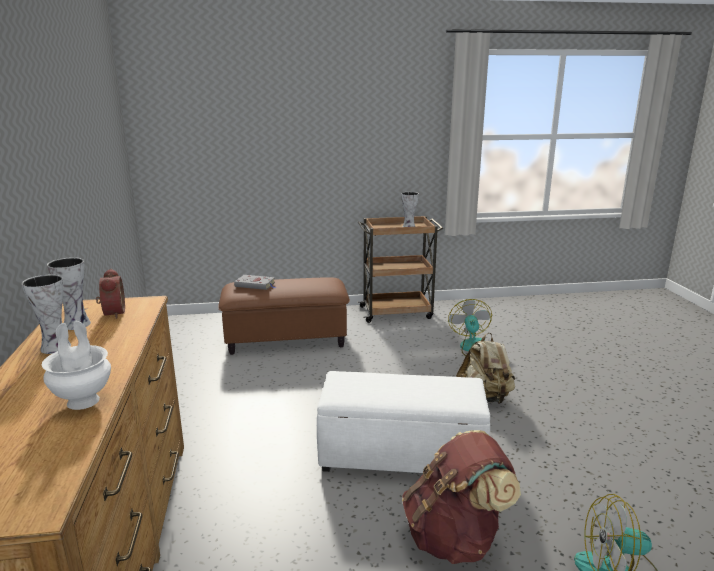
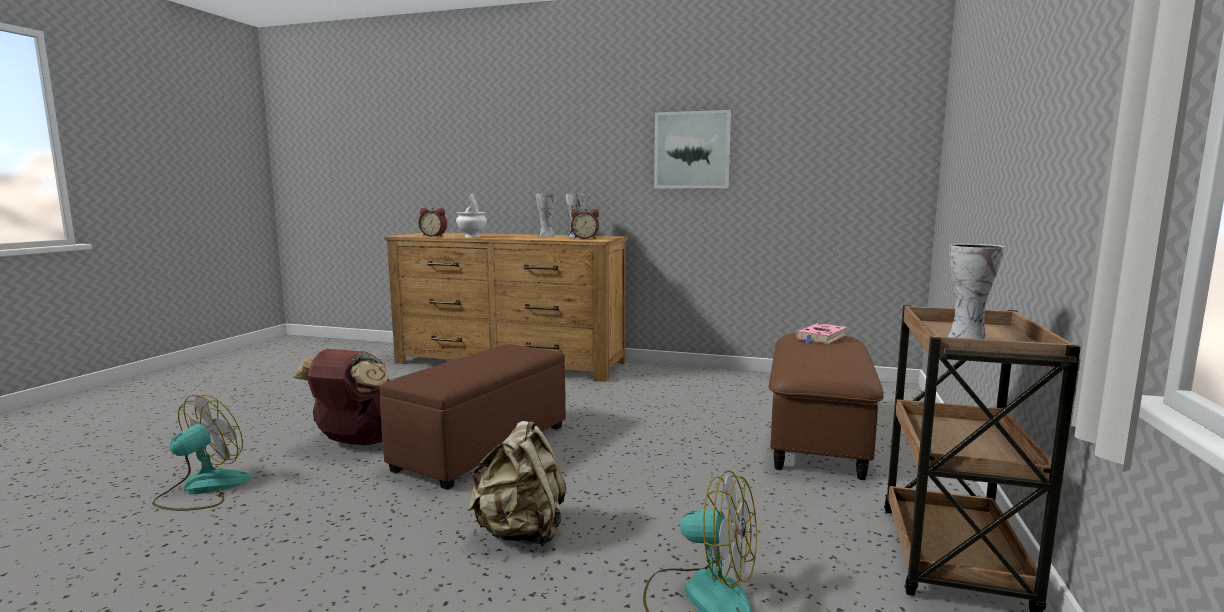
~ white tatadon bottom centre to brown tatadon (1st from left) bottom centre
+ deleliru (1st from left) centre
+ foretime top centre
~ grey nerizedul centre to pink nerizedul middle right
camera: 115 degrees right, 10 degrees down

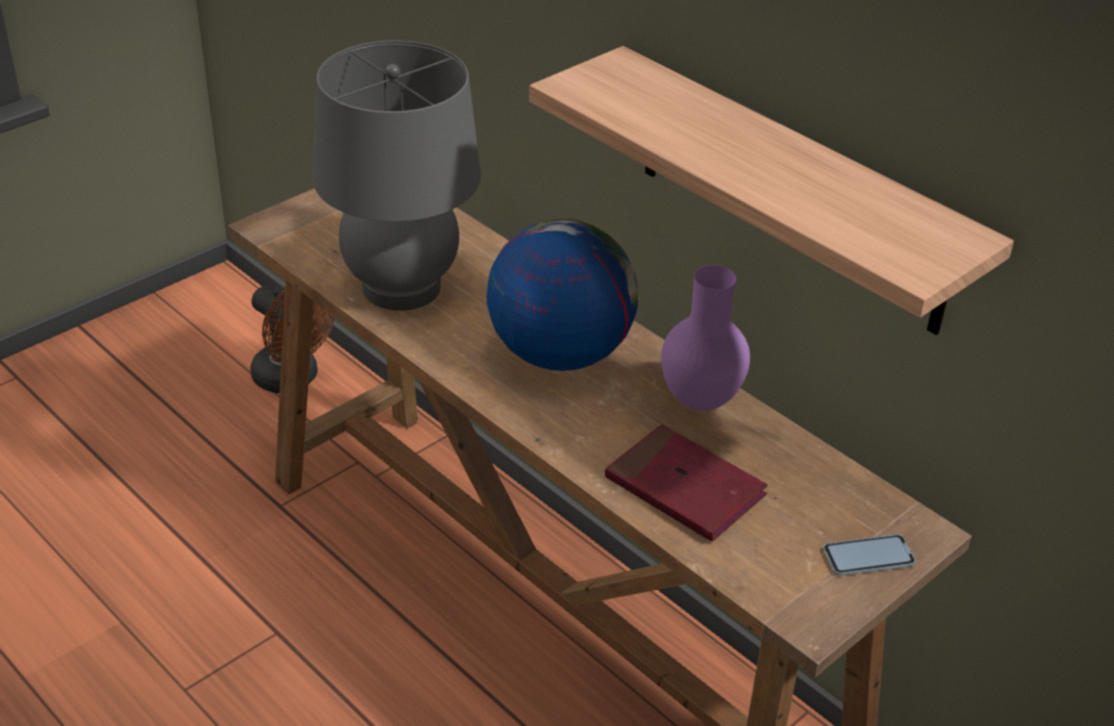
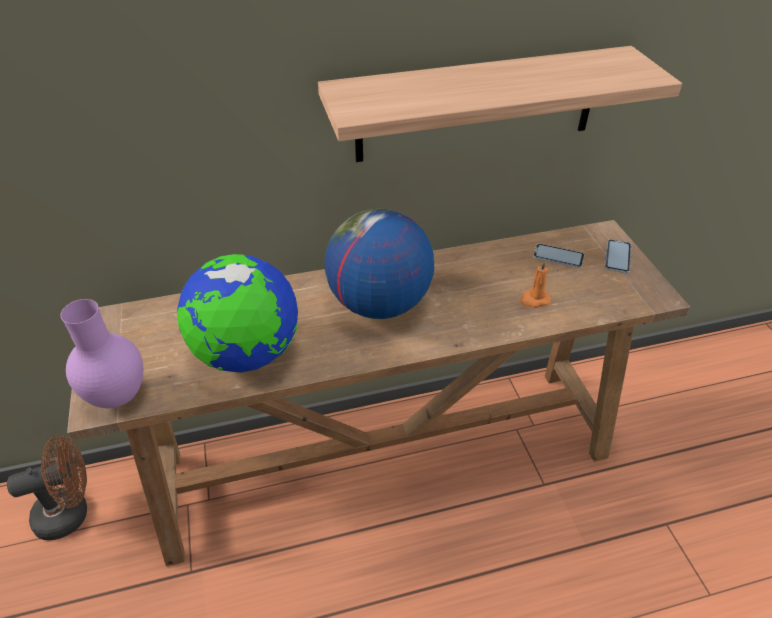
~ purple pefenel centre to middle left
~ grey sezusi top centre to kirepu (1st from left) middle left
~ red nerizedul centre to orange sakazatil middle right
+ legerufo (1st from left) middle right
camera: 60 degrees left, 5 degrees up

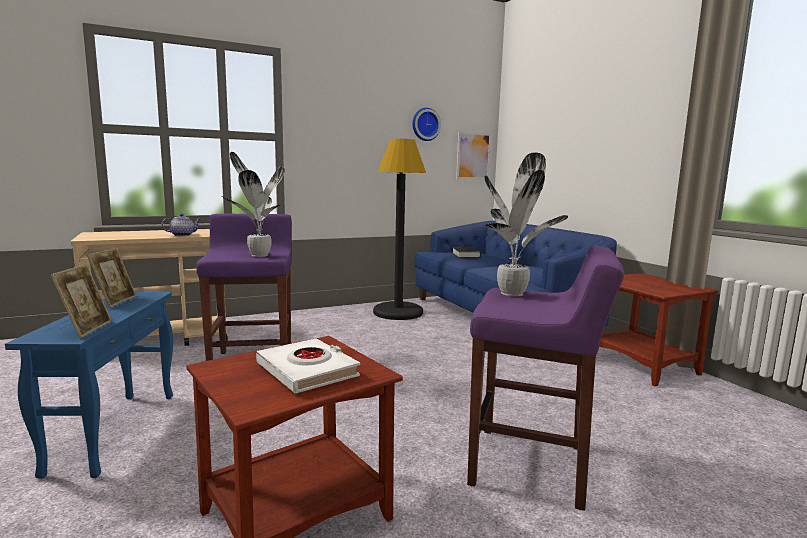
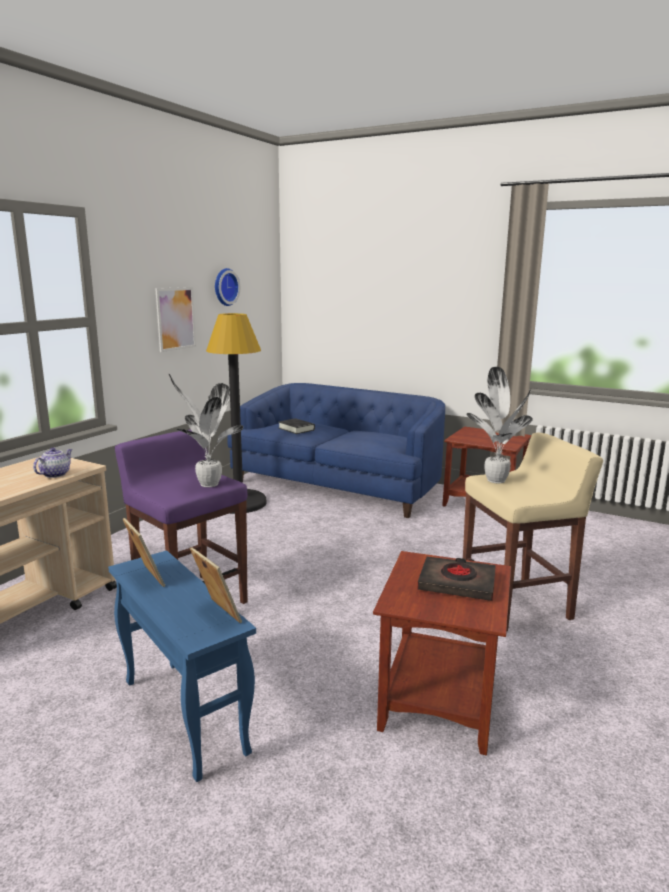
~ foretime top centre to middle left
~ white nerizedul bottom centre to black nerizedul (2nd from left) middle right
~ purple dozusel (2nd from left) bottom right to beige dozusel middle right
camera: 35 degrees left, 5 degrees up

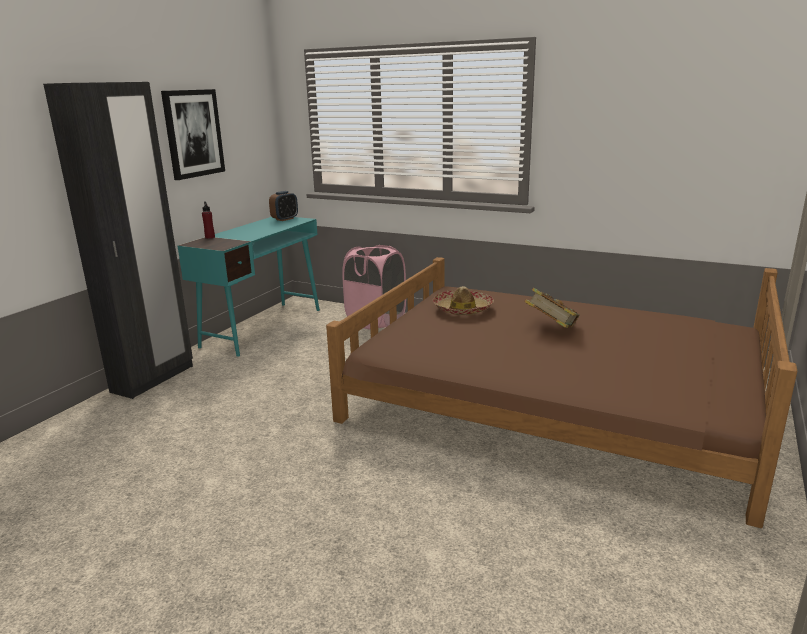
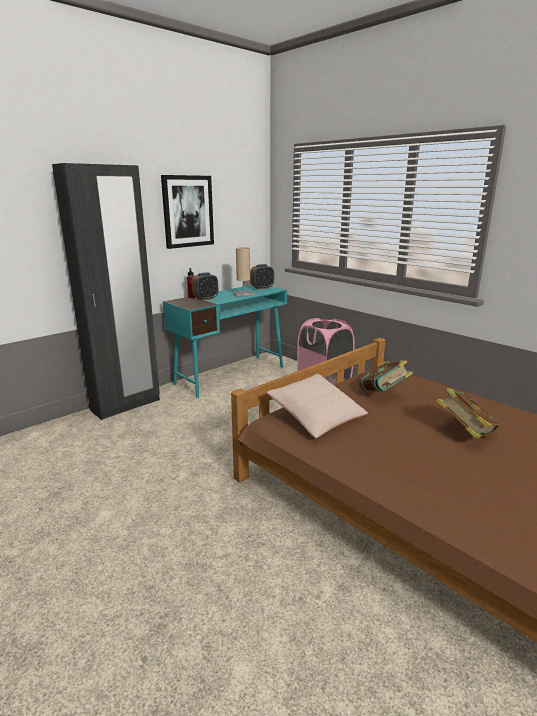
+ deleliru (1st from left) centre
+ beige sezusi centre
+ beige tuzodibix centre
~ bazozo centre to nerizedul (1st from left) middle right
camera: 20 degrees right, 0 degrees up

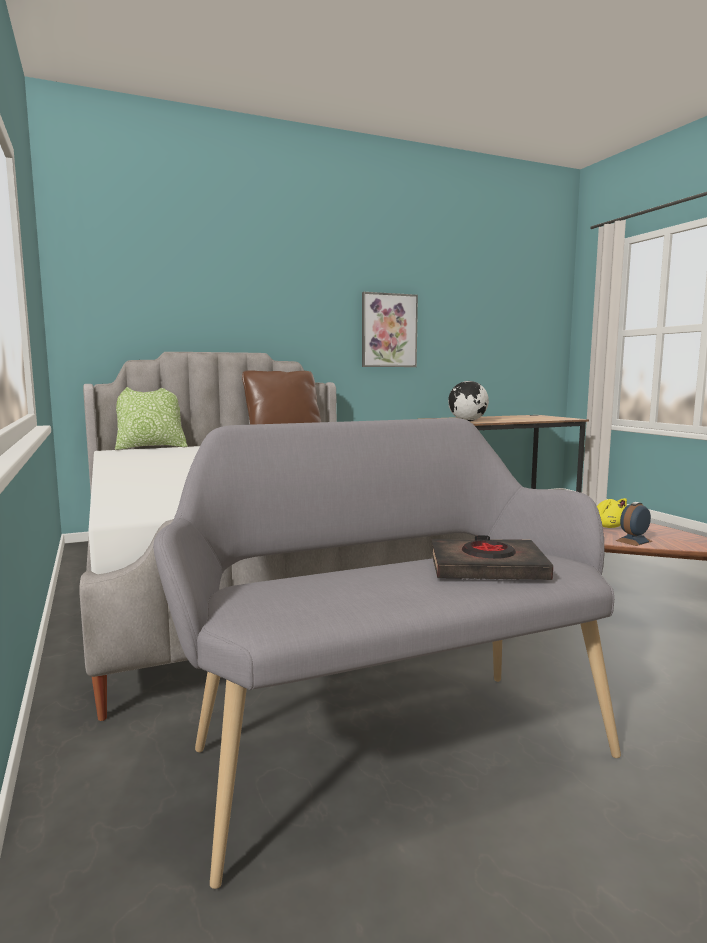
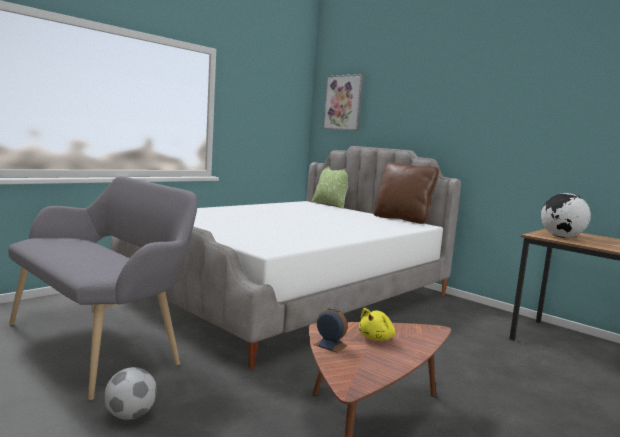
+ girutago bottom left
~ foretime centre to top centre
- black nerizedul middle right
camera: 65 degrees right, 0 degrees up

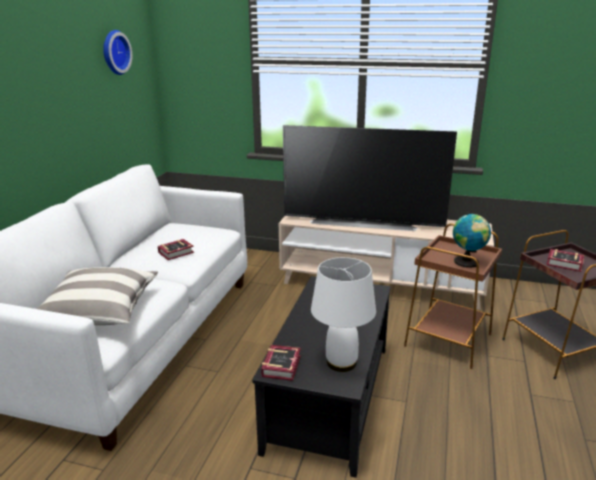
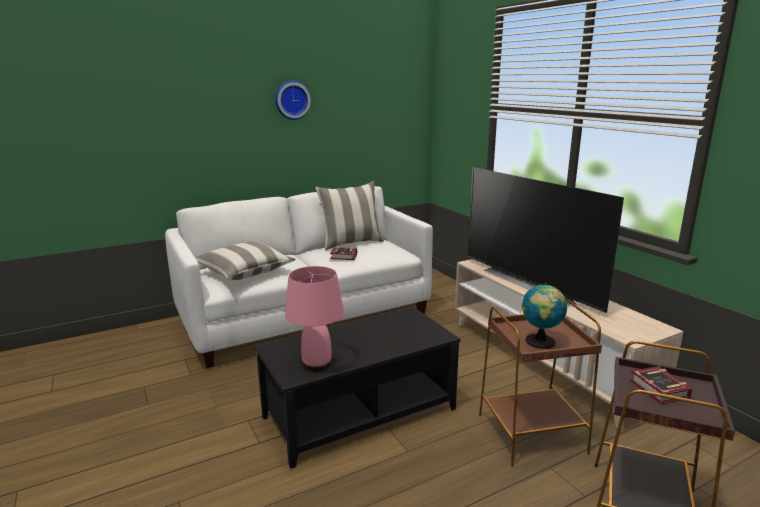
~ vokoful top left to top centre
~ white sezusi centre to pink sezusi centre
+ tuzodibix (2nd from left) centre
- nerizedul (2nd from left) bottom centre
camera: 45 degrees right, 5 degrees down

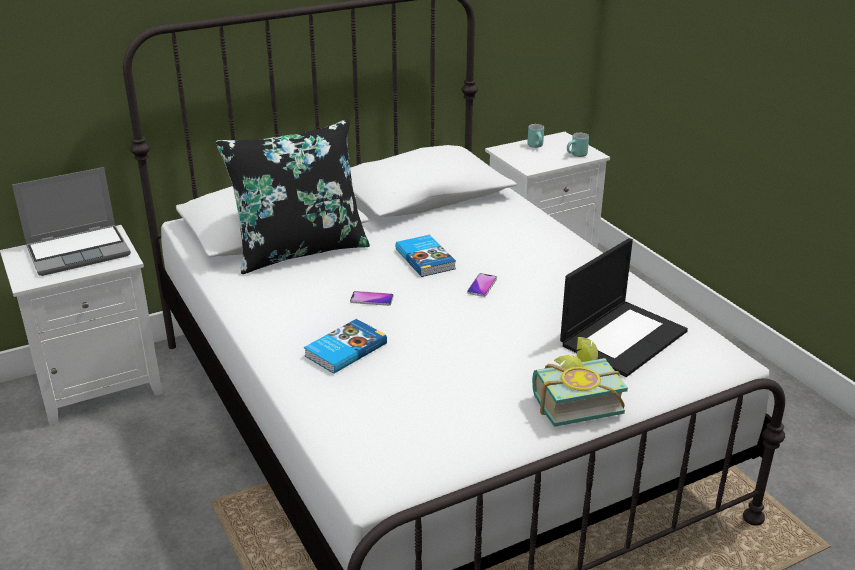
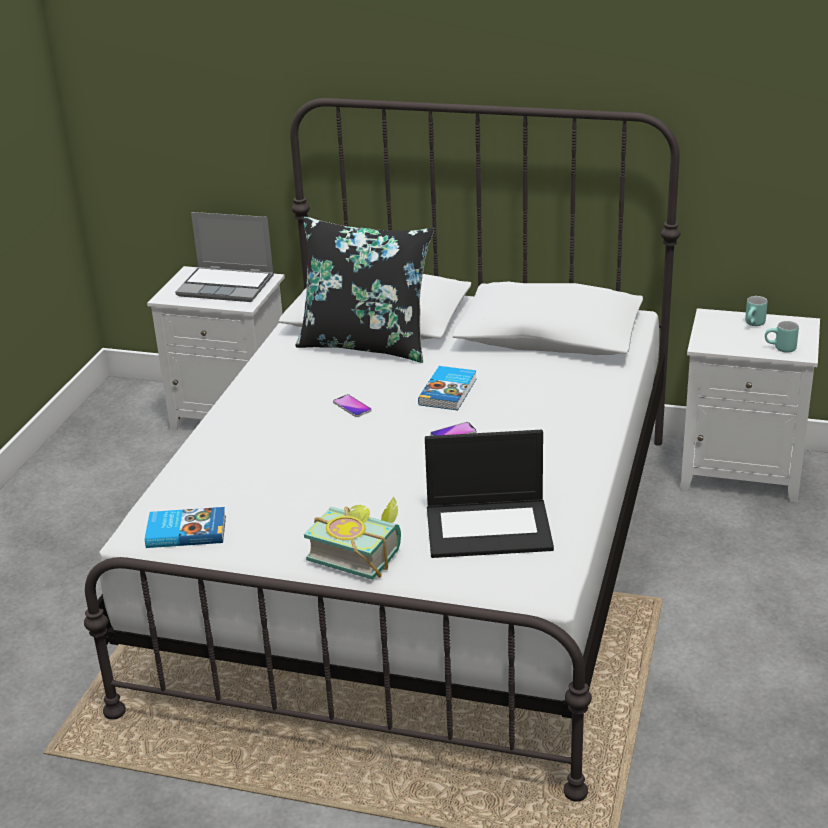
~ nerizedul (1st from left) centre to middle left
camera: 45 degrees right, 0 degrees up

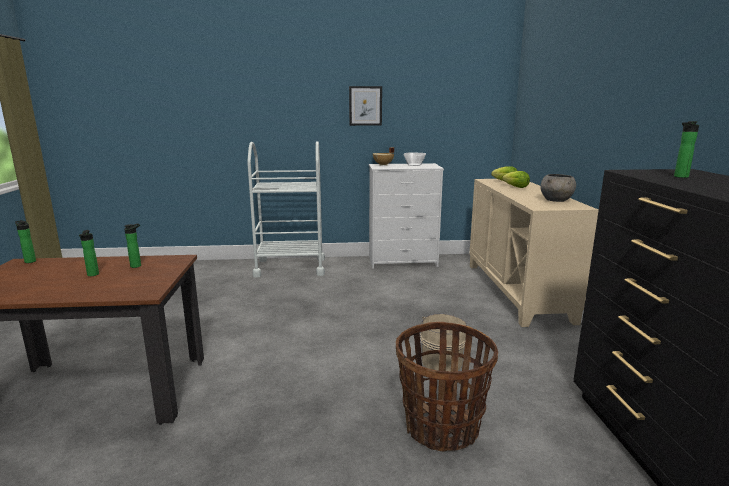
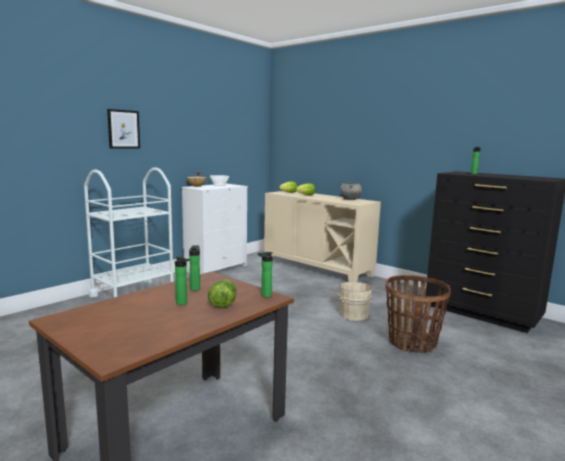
~ foretime top centre to top left
+ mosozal (1st from left) centre
~ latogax (1st from left in the first image) middle left to latogax (3rd from left) centre
camera: 45 degrees left, 5 degrees down

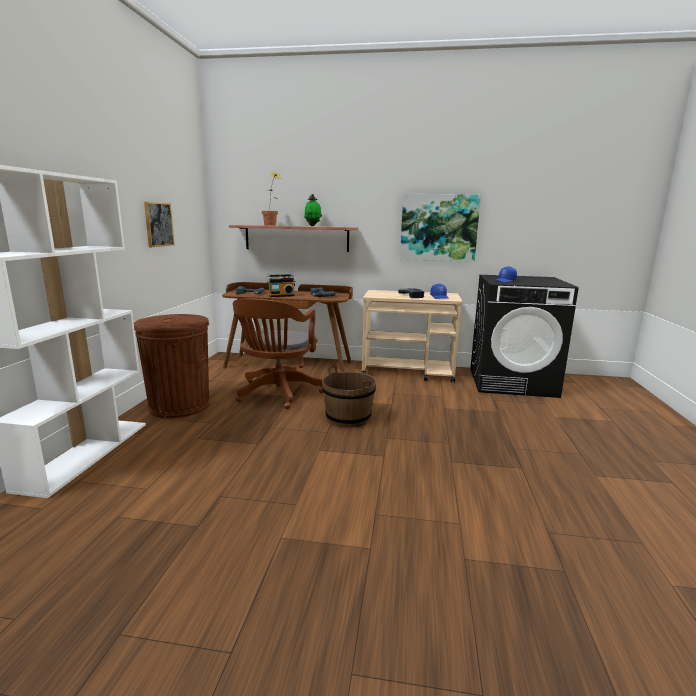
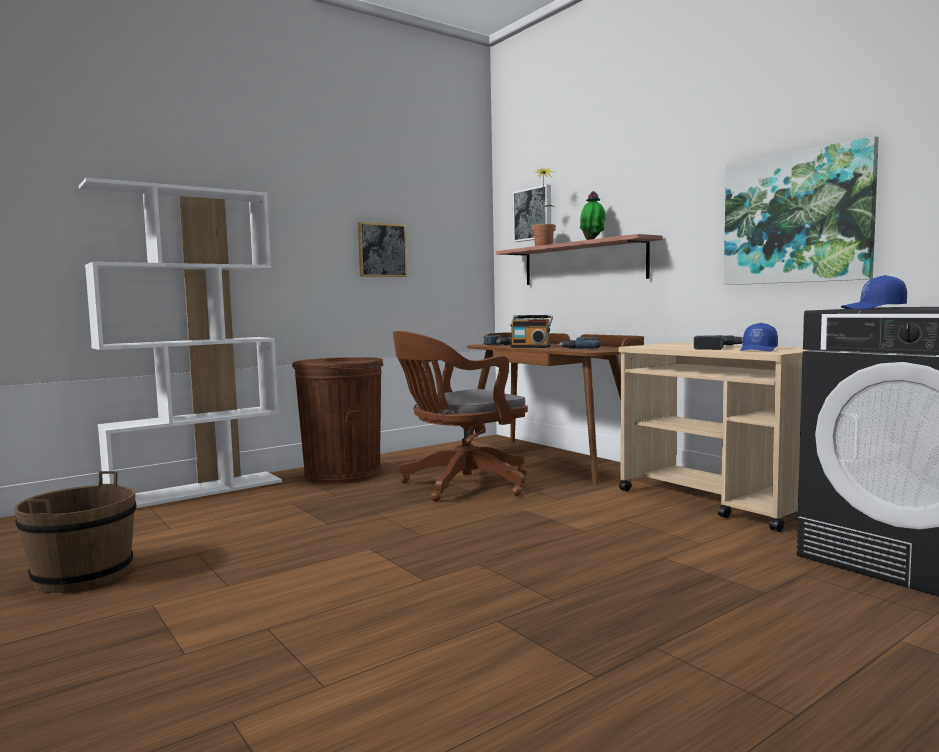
~ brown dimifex centre to bottom left
+ foretime (2nd from left) top centre
camera: 45 degrees right, 10 degrees down

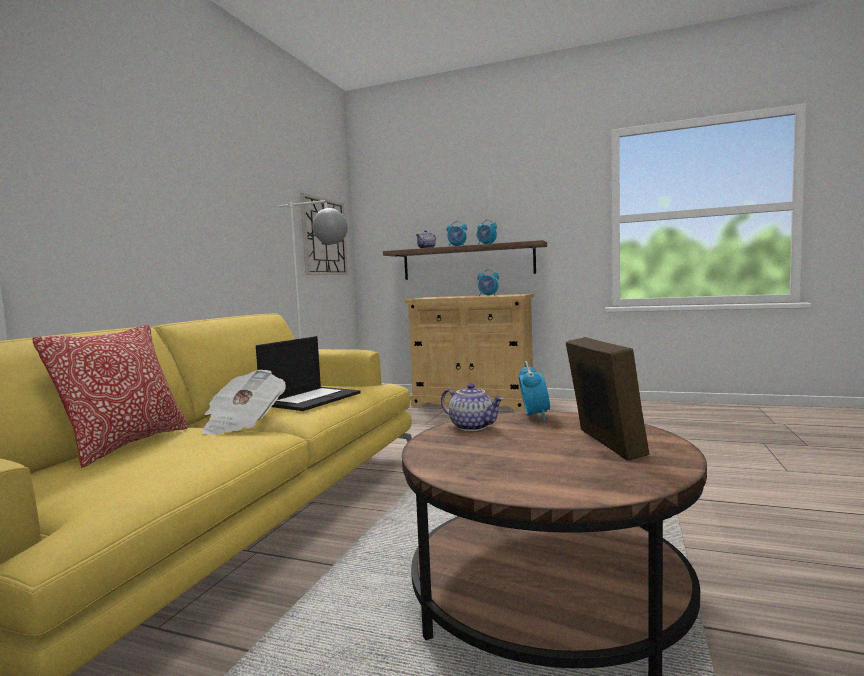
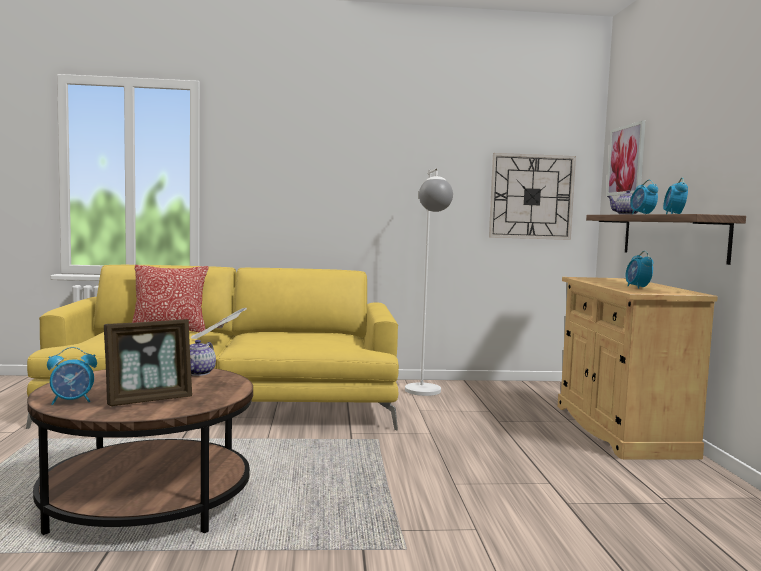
~ deleliru (4th from left in the first image) centre to deleliru (1st from left) middle left
+ foretime top right
- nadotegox centre
camera: 65 degrees right, 0 degrees up

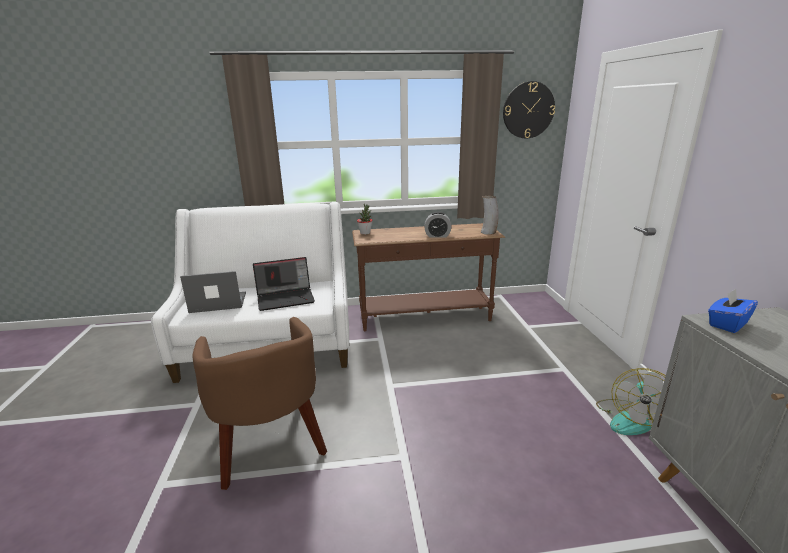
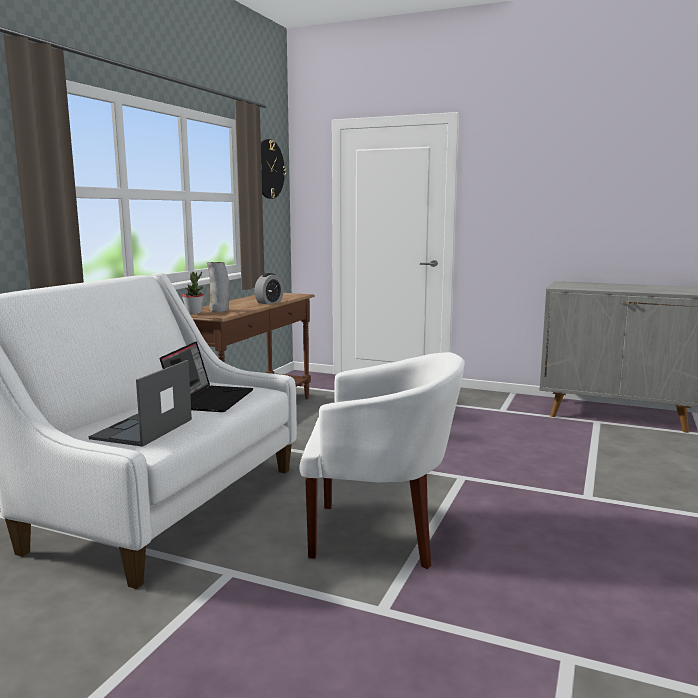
~ pefenel centre to middle left
~ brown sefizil bottom left to white sefizil centre
- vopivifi bottom right
- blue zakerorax middle right
camera: 60 degrees left, 10 degrees down

